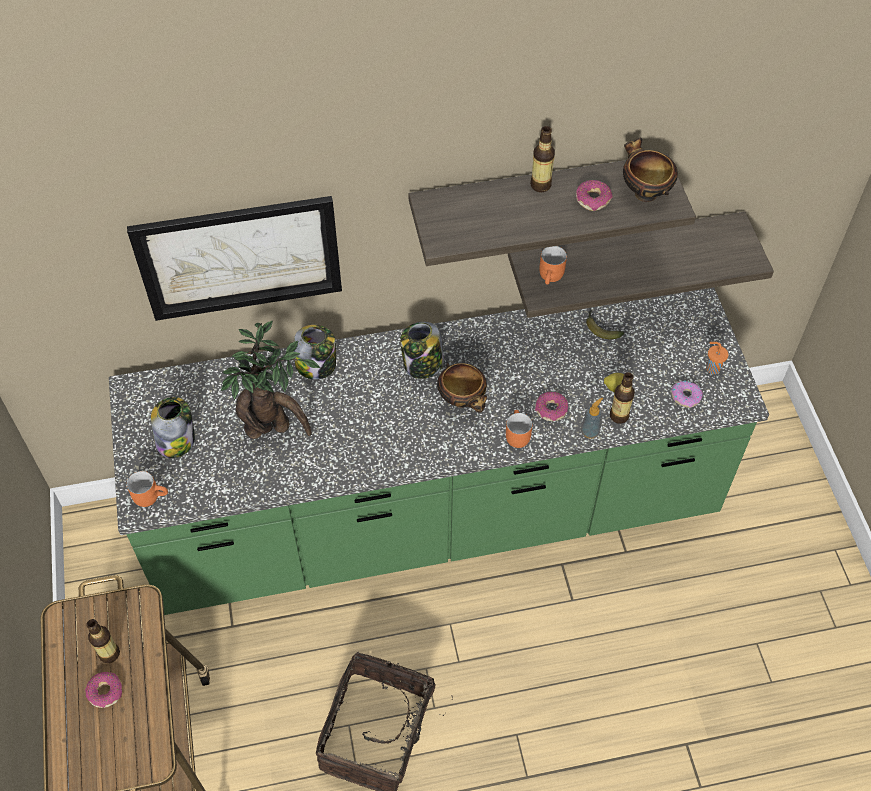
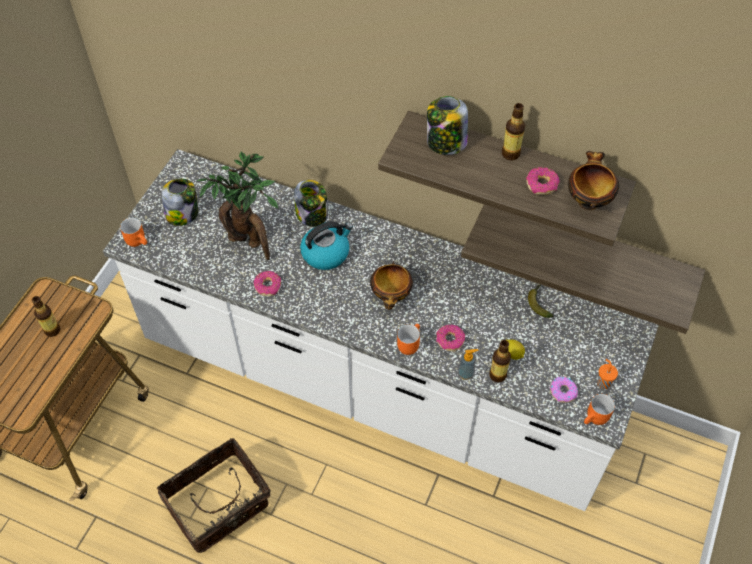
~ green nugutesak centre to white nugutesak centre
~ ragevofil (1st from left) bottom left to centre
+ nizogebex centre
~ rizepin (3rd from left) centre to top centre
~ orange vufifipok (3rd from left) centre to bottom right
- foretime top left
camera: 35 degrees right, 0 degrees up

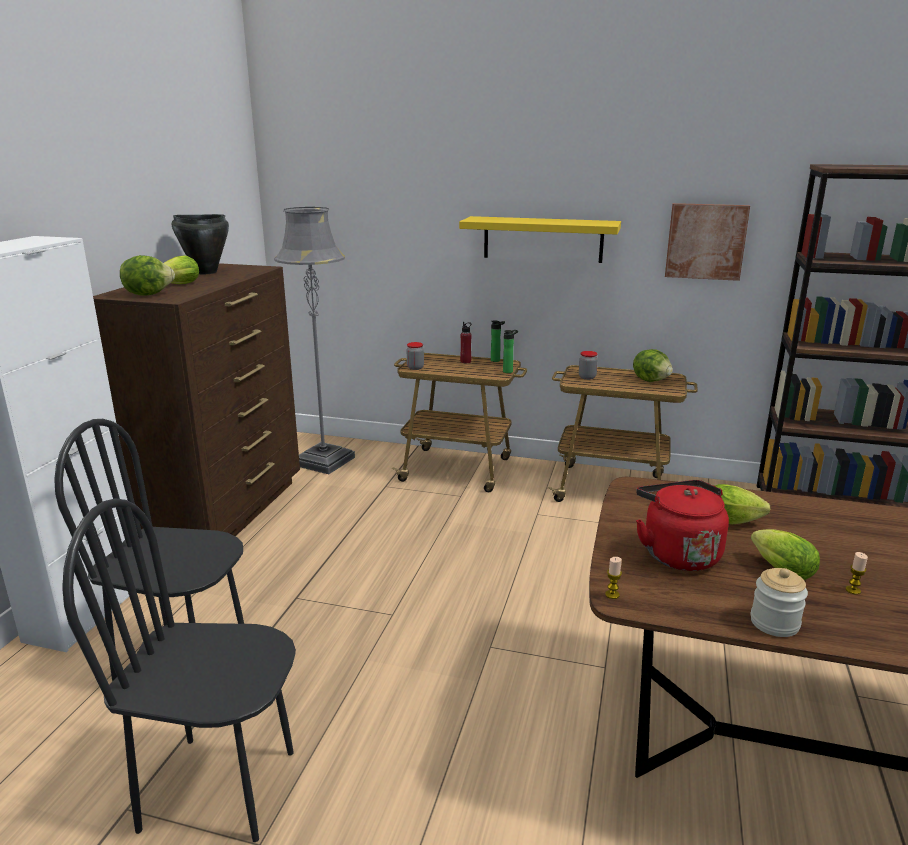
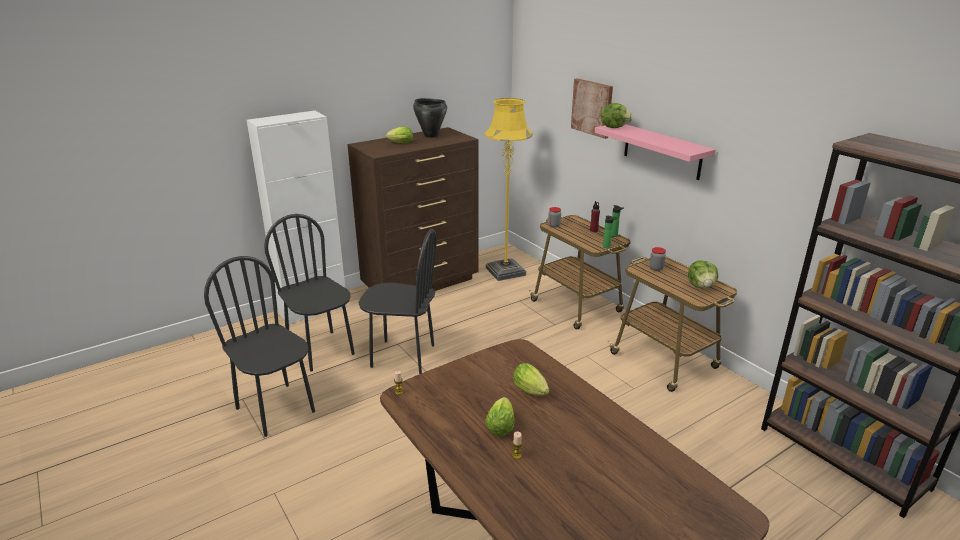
+ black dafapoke (3rd from left) centre
~ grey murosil centre to yellow murosil centre
~ foretime top right to top centre
~ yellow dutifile top centre to pink dutifile top right
~ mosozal (1st from left in the first image) top left to mosozal (4th from left) top centre
- red nizogebex middle right
- rizepin (3rd from left) bottom right
camera: 40 degrees right, 5 degrees up

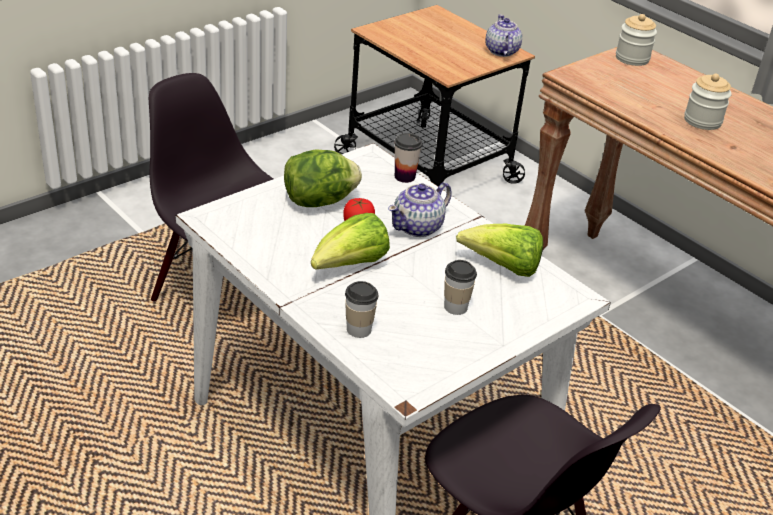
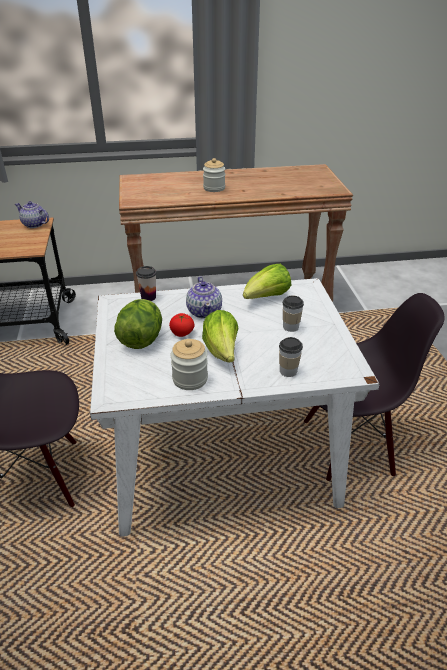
~ rizepin (1st from left) top right to centre
camera: 55 degrees left, 0 degrees up

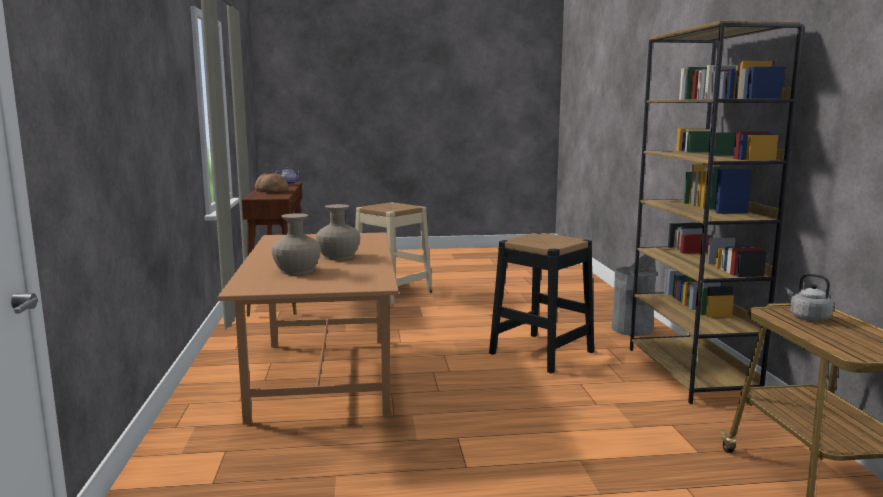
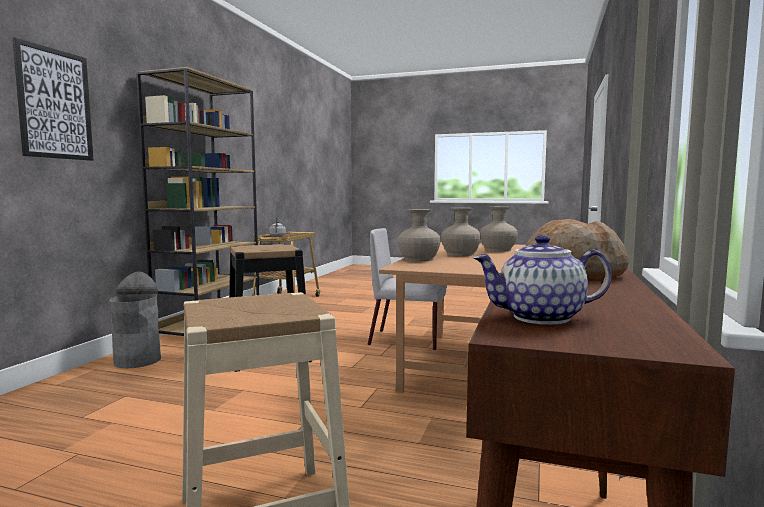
+ foretime top left
+ grey dafapoke centre
+ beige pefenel (1st from left) centre
camera: 155 degrees left, 5 degrees down

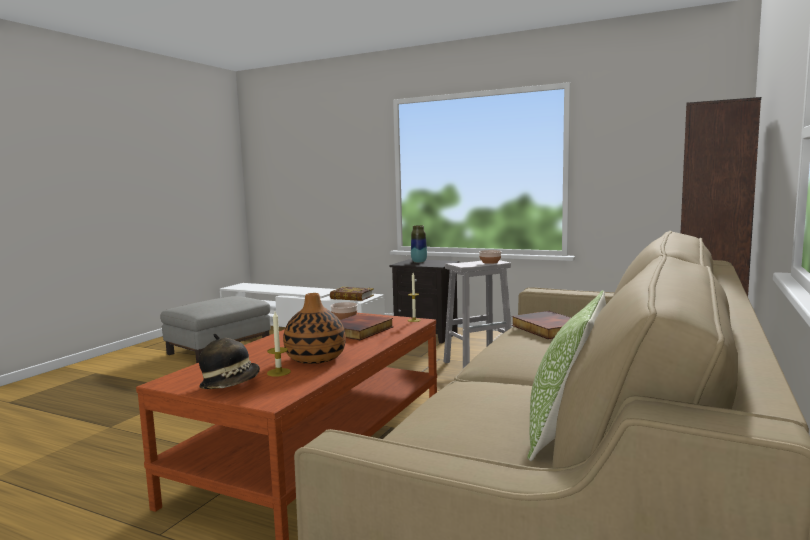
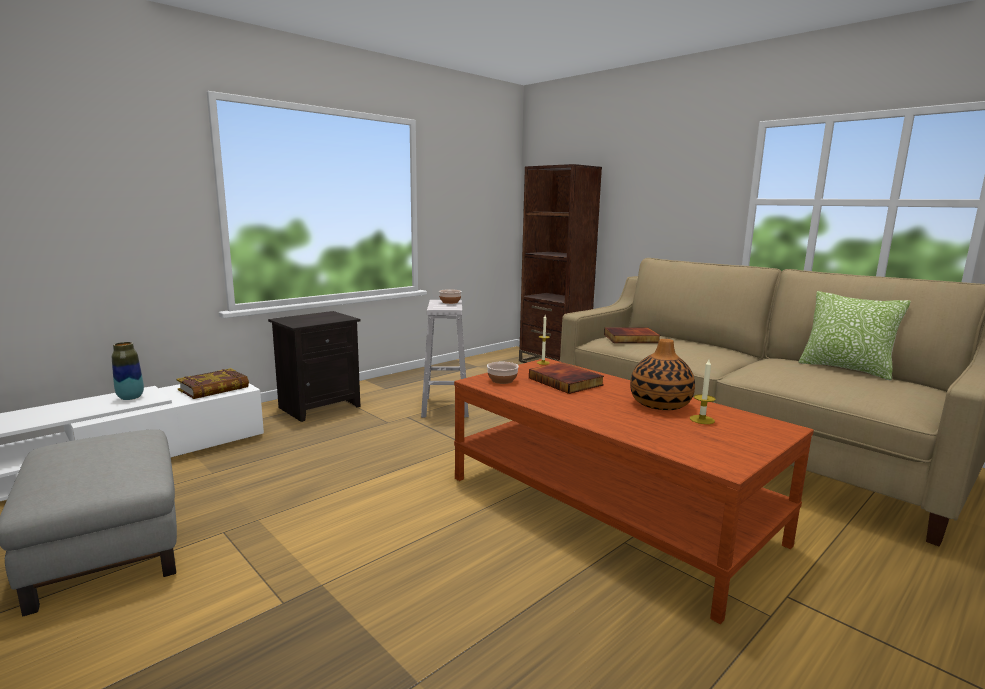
~ pefenel (2nd from left in the first image) centre to pefenel (1st from left) middle left
- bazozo bottom left
camera: 70 degrees left, 5 degrees up

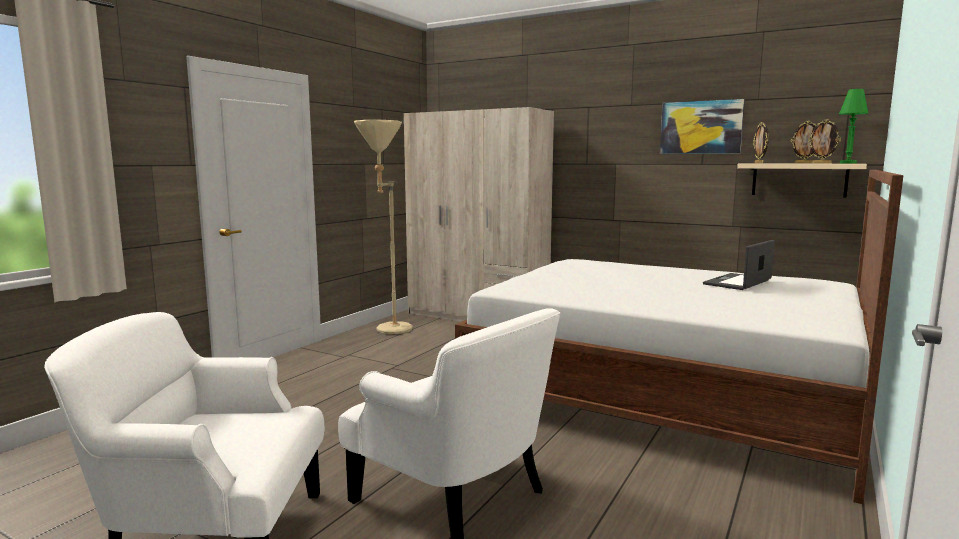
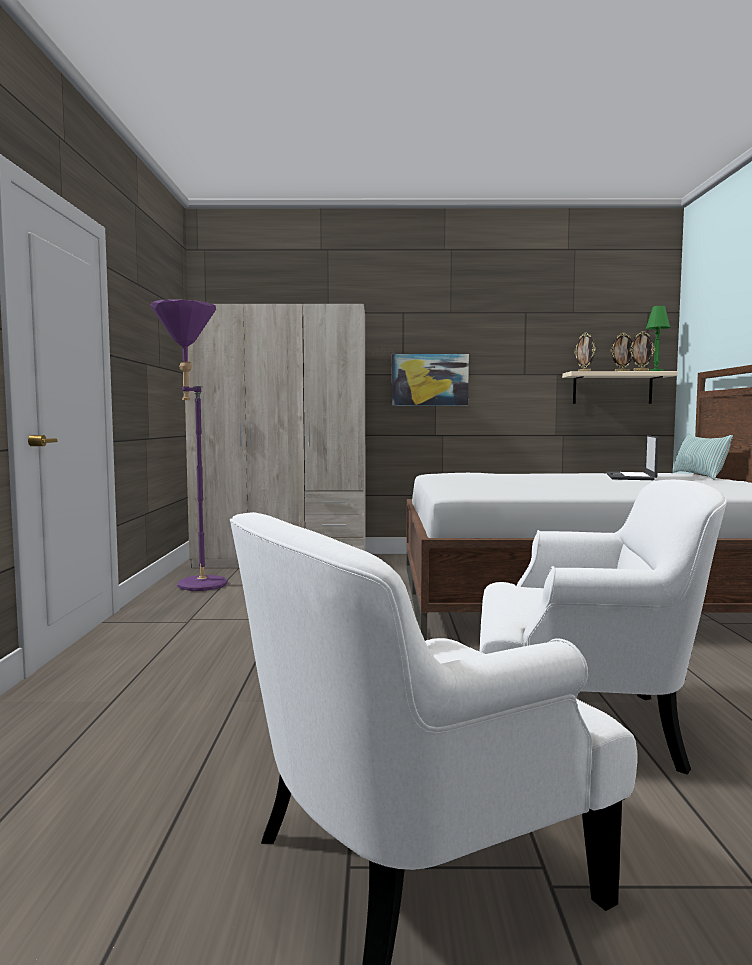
~ beige murosil centre to purple murosil middle left
~ foretime top right to centre
+ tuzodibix middle right
camera: 30 degrees left, 5 degrees down

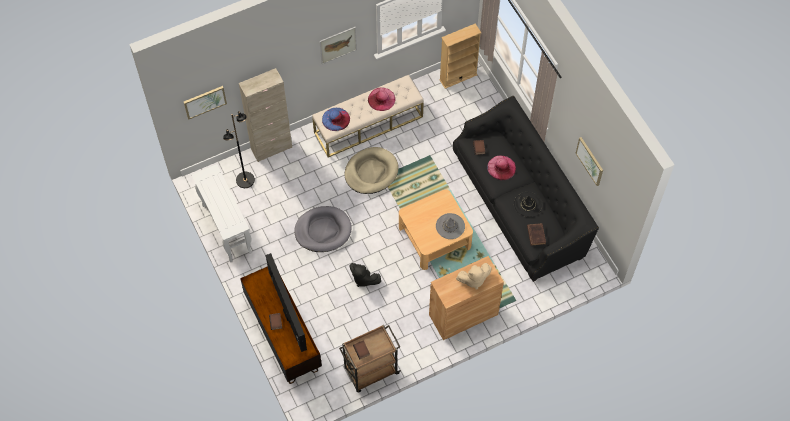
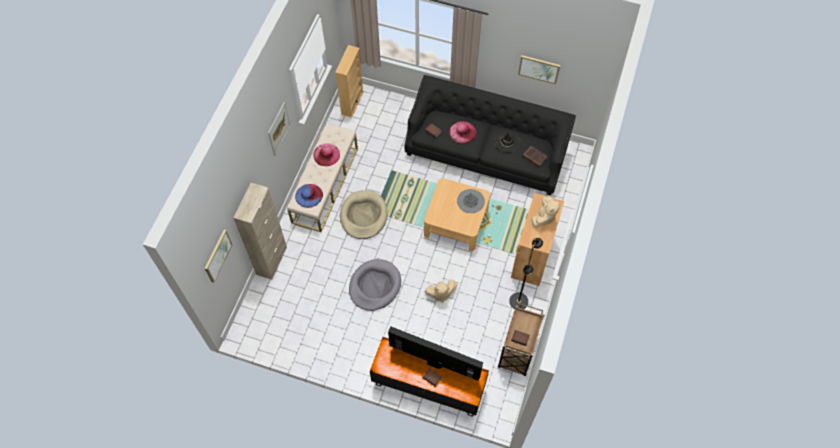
~ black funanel centre to beige funanel (1st from left) centre
~ black murosil middle left to centre
- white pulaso middle left
camera: 45 degrees left, 0 degrees up

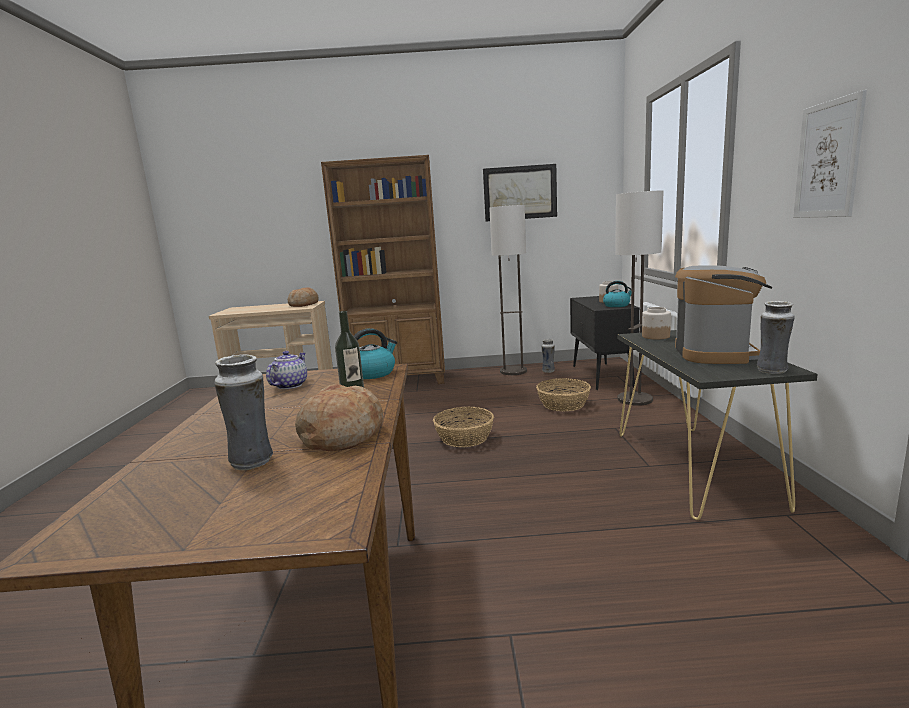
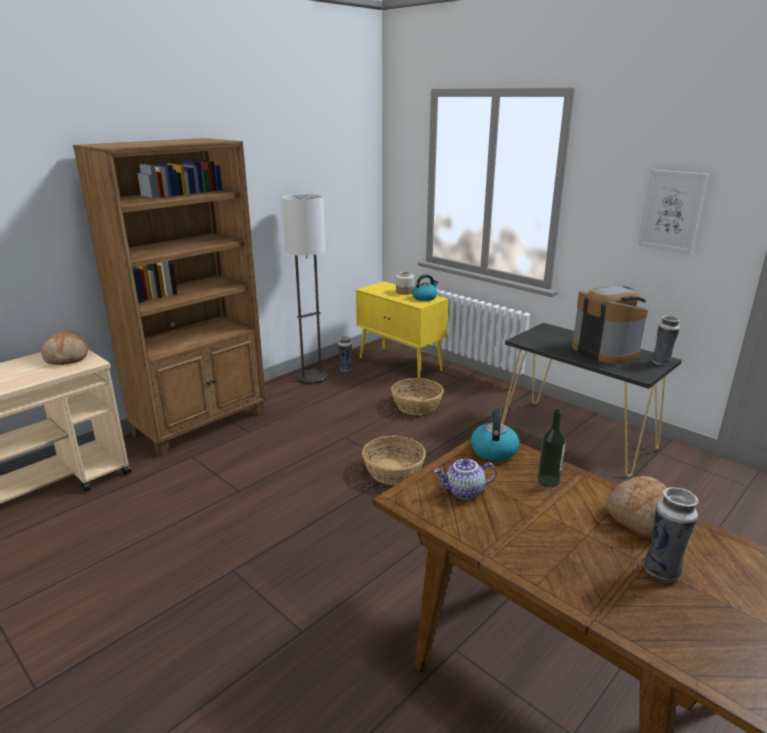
~ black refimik centre to yellow refimik centre
~ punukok middle left = centre 75 degrees counterclockwise
- foretime (1st from left) top centre
- murosil (2nd from left) middle right
- rizepin (2nd from left) middle right
camera: 45 degrees left, 10 degrees up

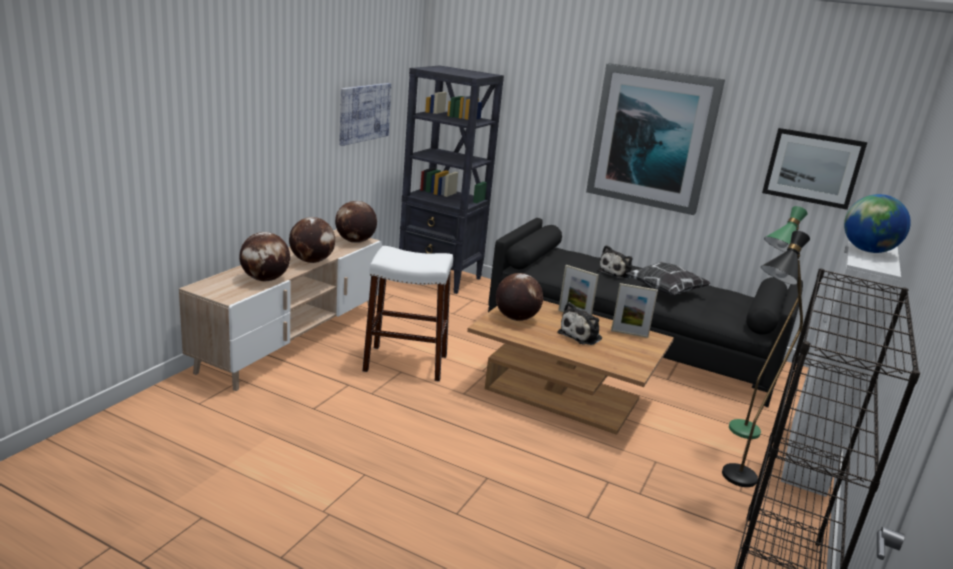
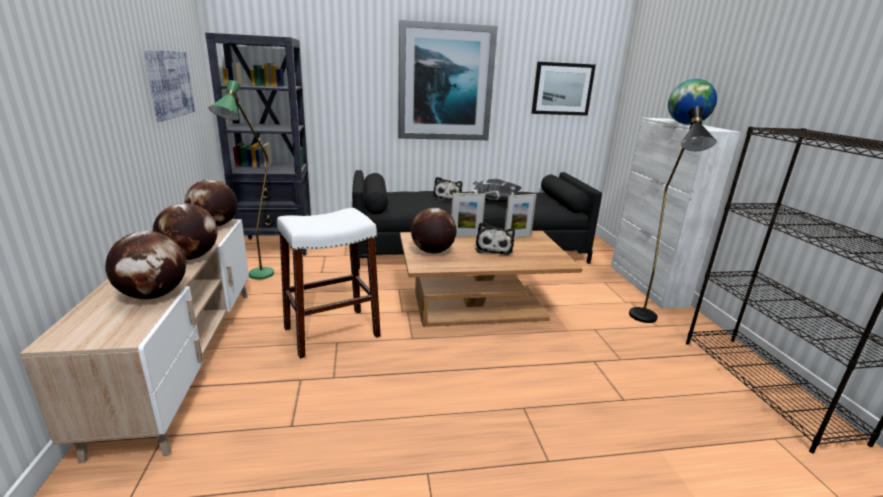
~ green murosil middle right to middle left
camera: 35 degrees left, 0 degrees up

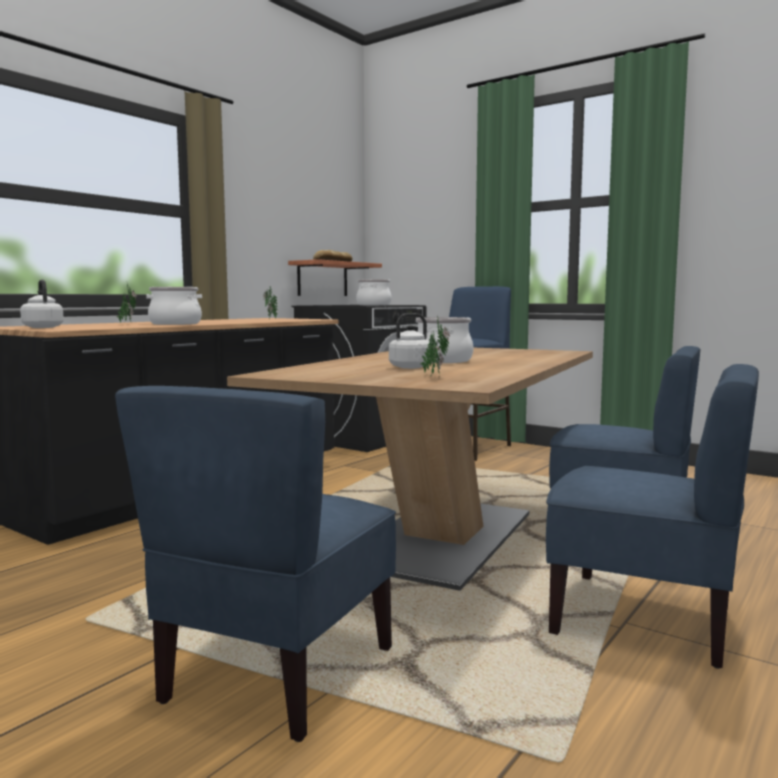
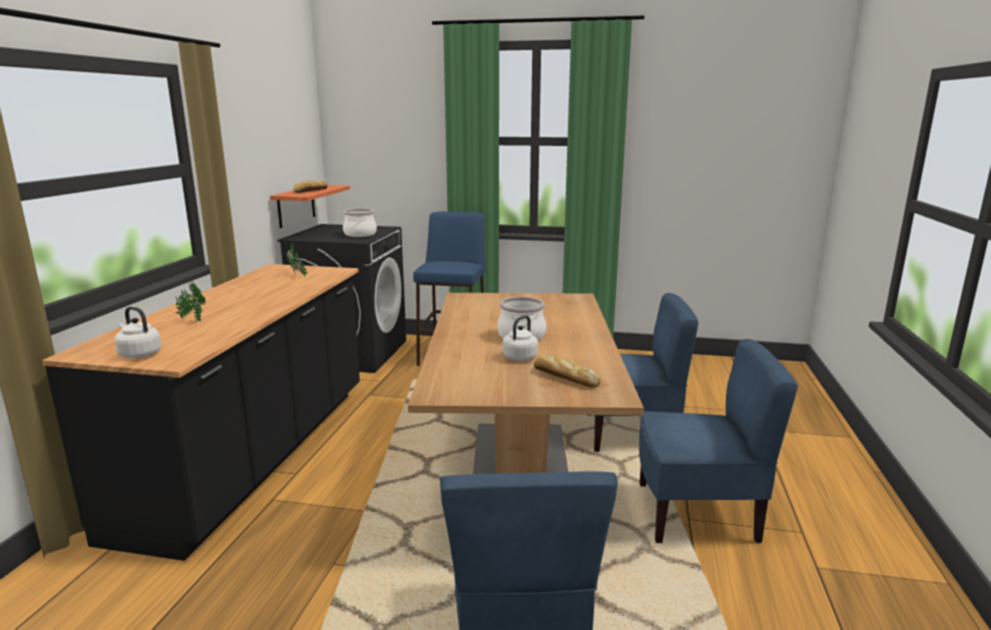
~ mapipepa (3rd from left) centre to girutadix (2nd from left) centre
- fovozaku (1st from left) middle left
camera: 25 degrees left, 10 degrees up

